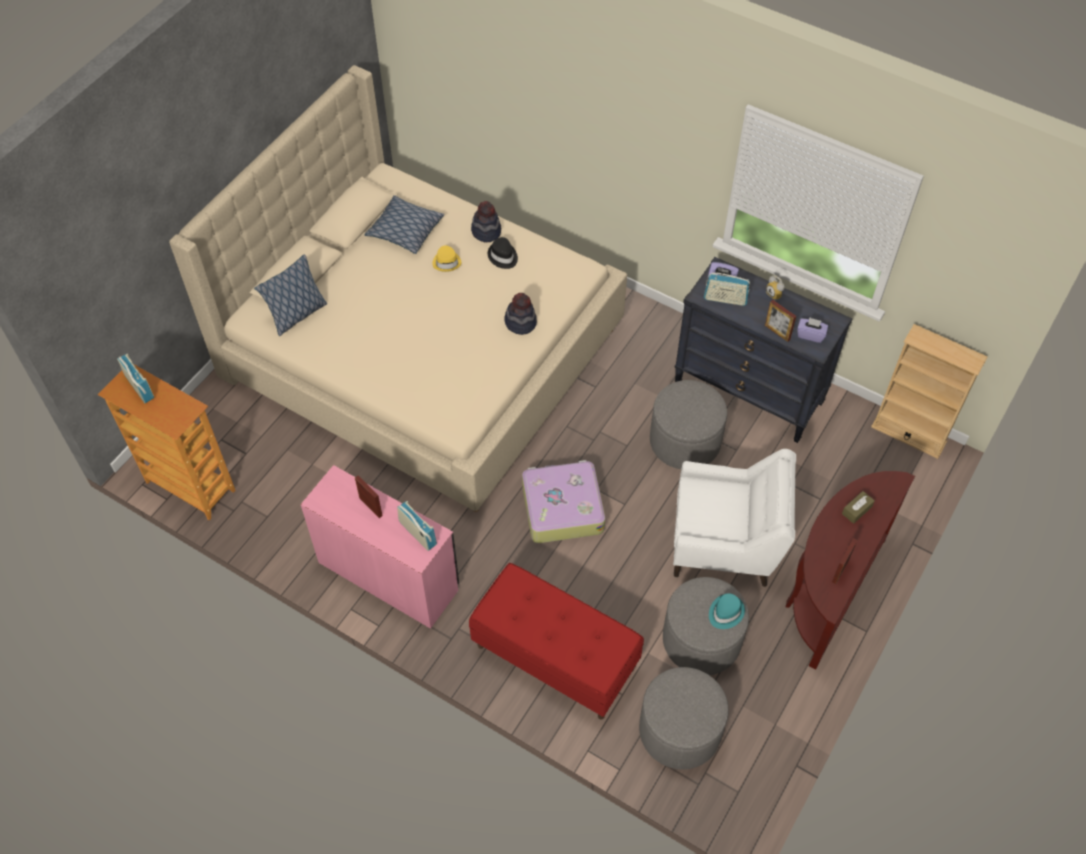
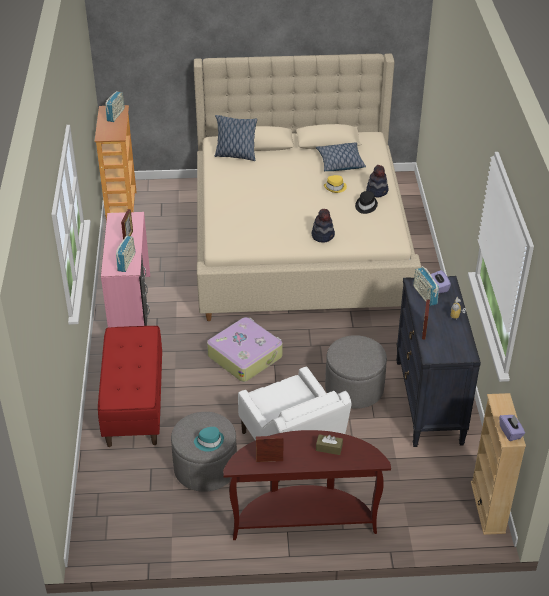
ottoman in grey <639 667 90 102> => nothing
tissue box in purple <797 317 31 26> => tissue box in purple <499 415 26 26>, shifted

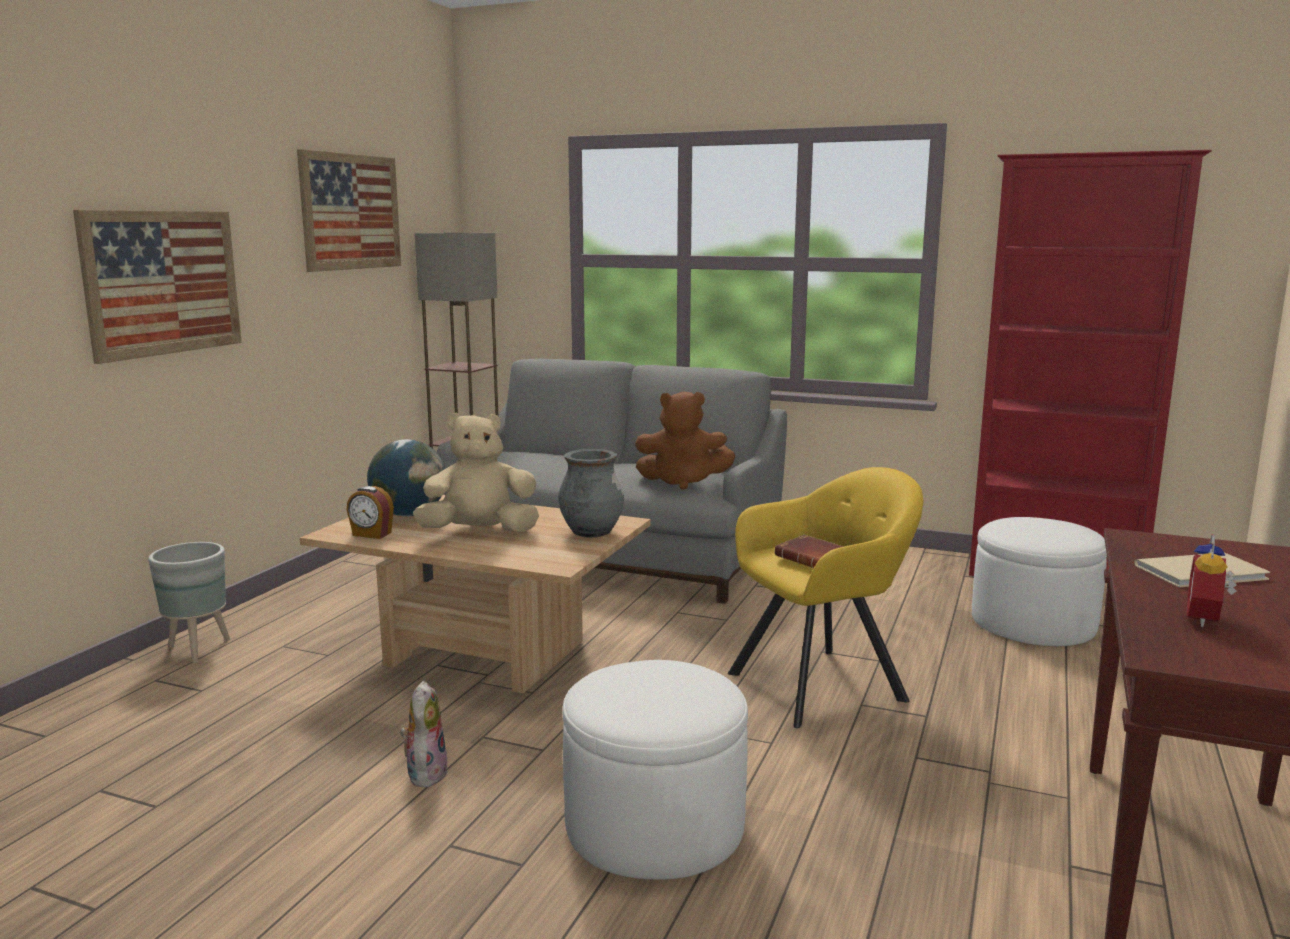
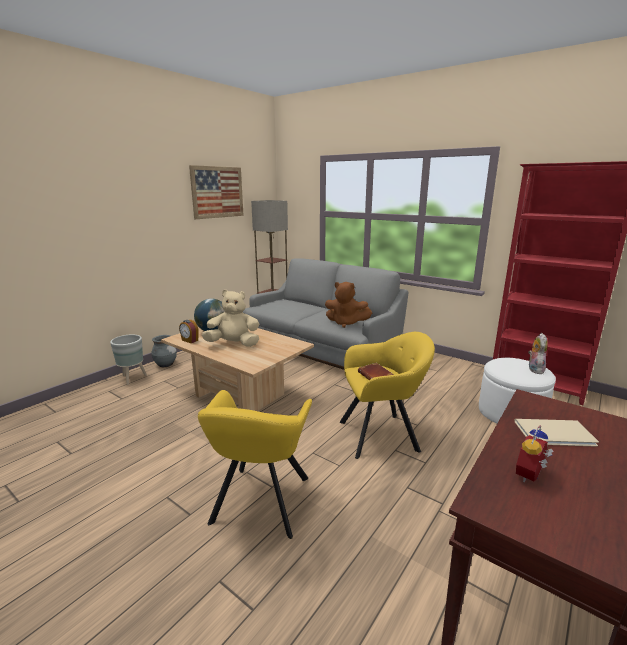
picture <73 210 169 154> => nothing
plush toy <400 681 48 107> => plush toy <528 333 20 41>, shifted
vase in grey <558 449 66 89> => vase in grey <151 335 26 32>, shifted
ottoman in white <562 660 186 220> => armchair in yellow <198 390 114 149>

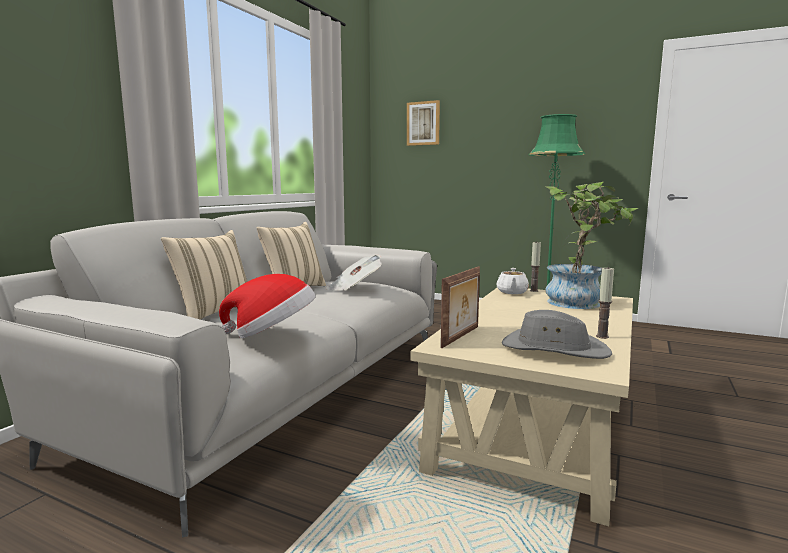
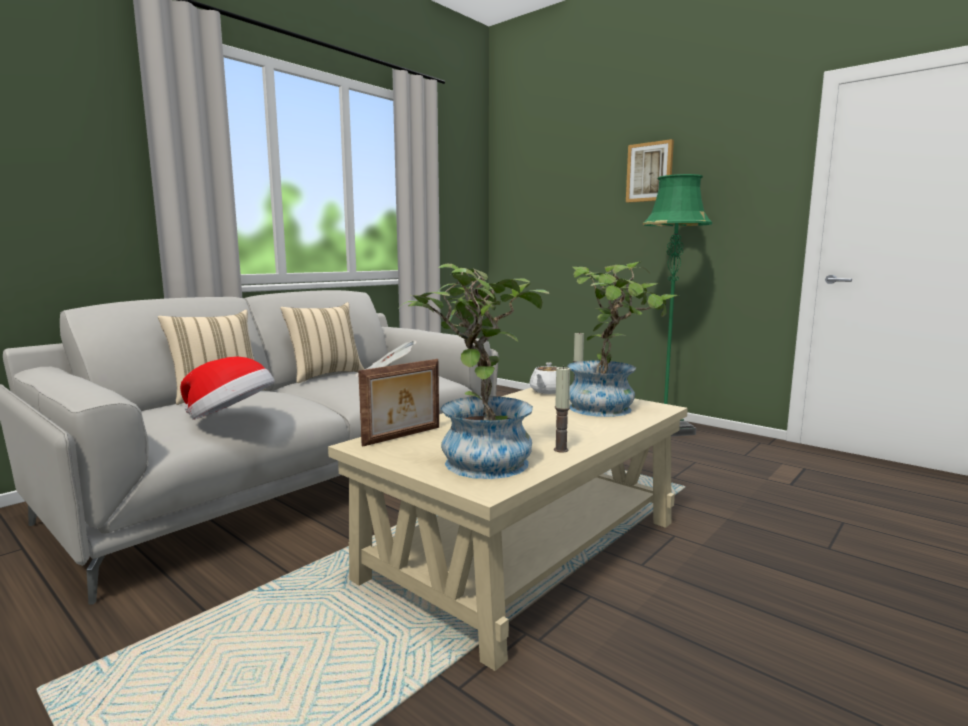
picture <407 100 33 46> => picture <626 139 48 64>, shifted
hat in grey <502 310 110 49> => potted plant <397 263 152 216>

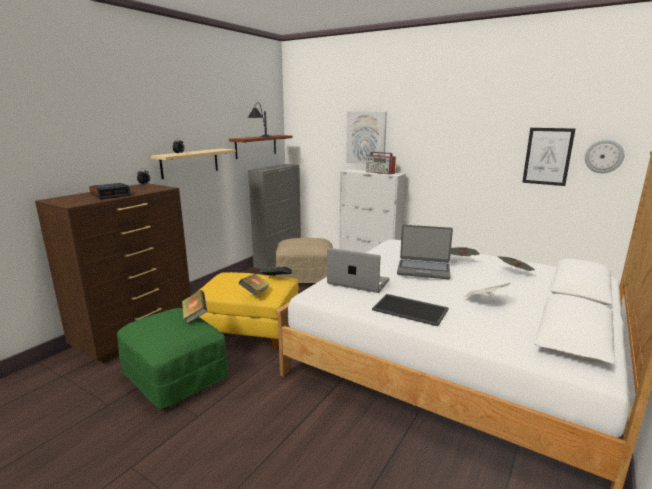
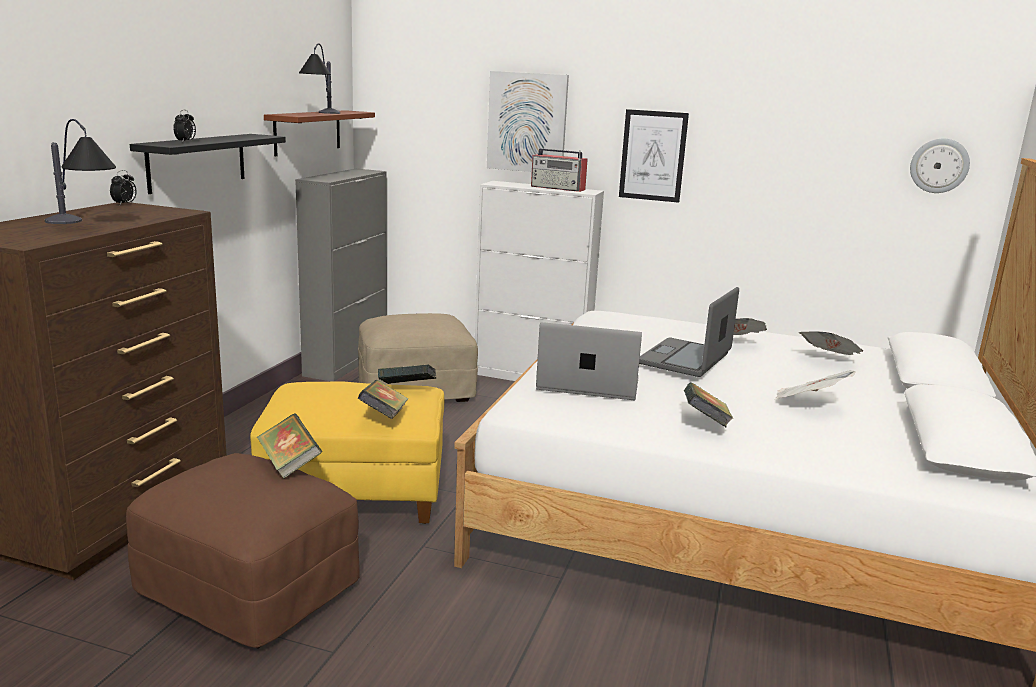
alarm clock <89 183 42 17> => table lamp <45 119 71 105>
ottoman in green <117 308 111 101> => ottoman in brown <126 453 234 196>
shelf in beige <151 148 85 31> => shelf in black <130 134 156 60>
tray <372 294 77 32> => book <684 382 49 45>
laptop <397 225 56 54> => laptop <639 287 100 90>, 120 degrees clockwise
picture <522 128 53 58> => picture <619 109 70 94>, shifted

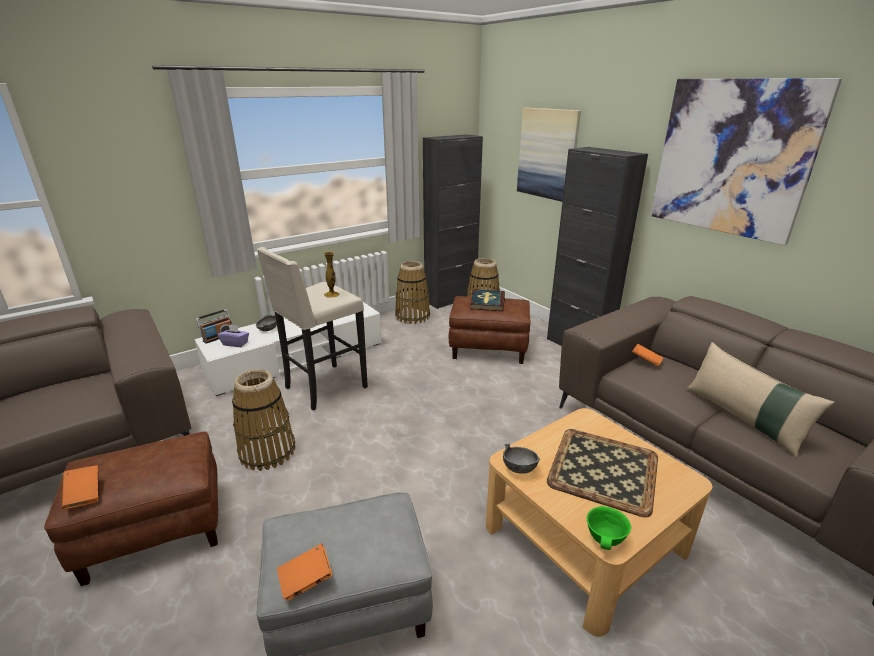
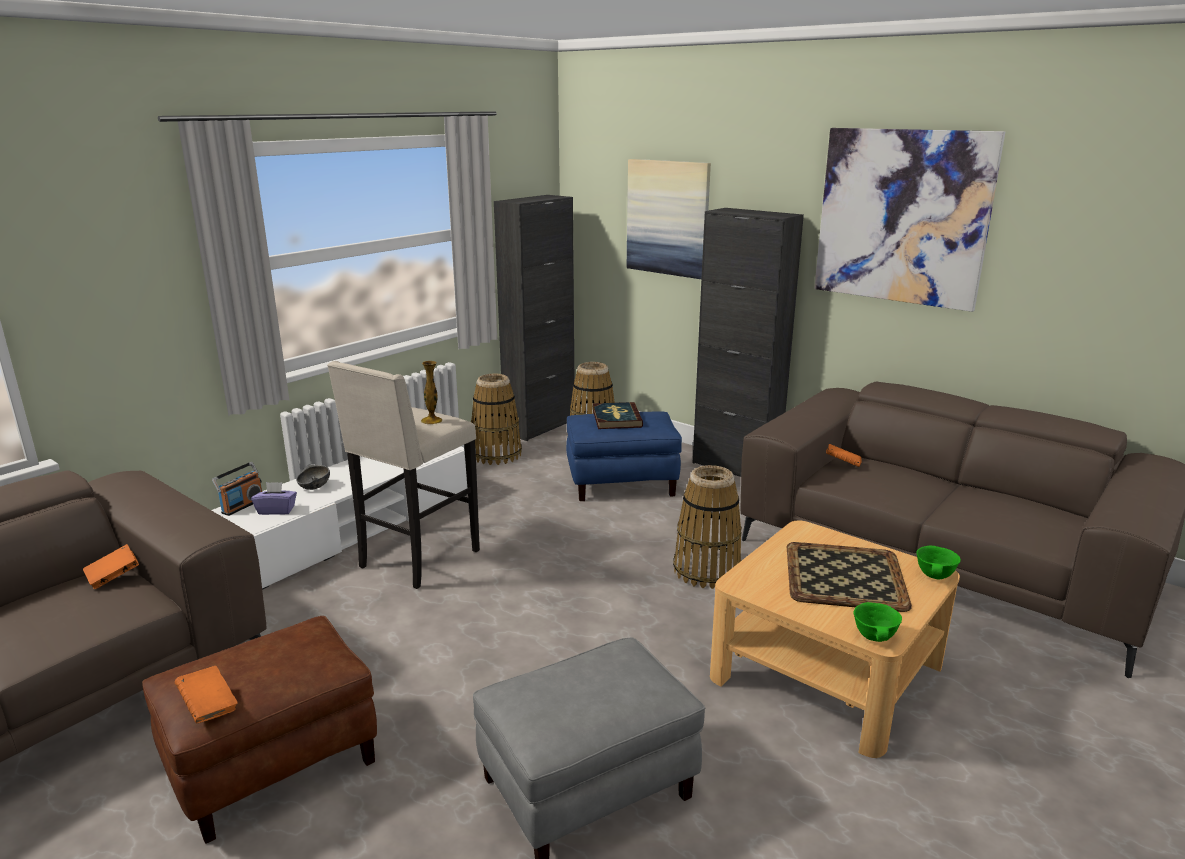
basket <232 369 63 102> => basket <673 465 69 124>, shifted
book in orange <277 544 55 57> => book in orange <83 544 56 45>, shifted
ottoman in brown <449 296 82 68> => ottoman in blue <566 411 116 90>
bowl in grey <503 443 37 31> => nothing
pillow in beige <686 342 149 116> => nothing
nothing => bowl in green <916 546 45 34>

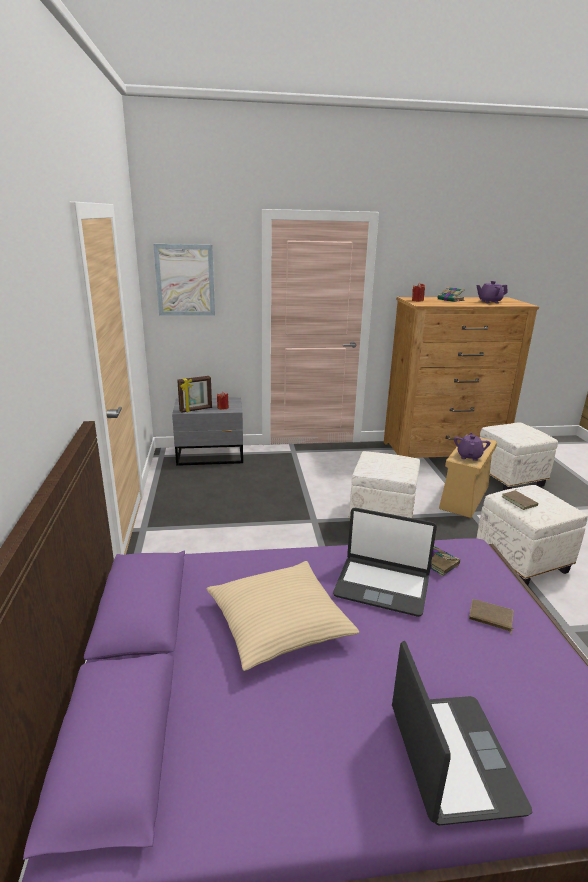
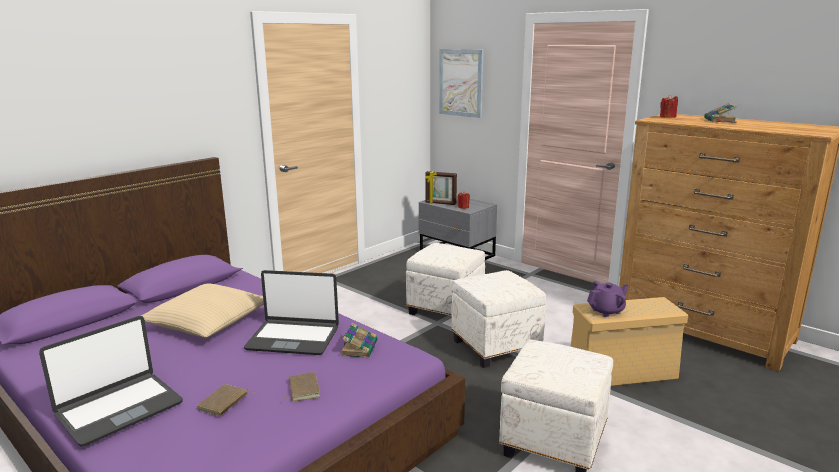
laptop <333 508 104 109> => laptop <244 270 95 85>, 60 degrees counterclockwise
teapot in purple <476 281 32 22> => nothing
ottoman in white <480 422 78 68> => ottoman in white <406 243 79 73>, shifted
book in brown <501 489 38 21> => book in brown <197 384 57 32>, shifted

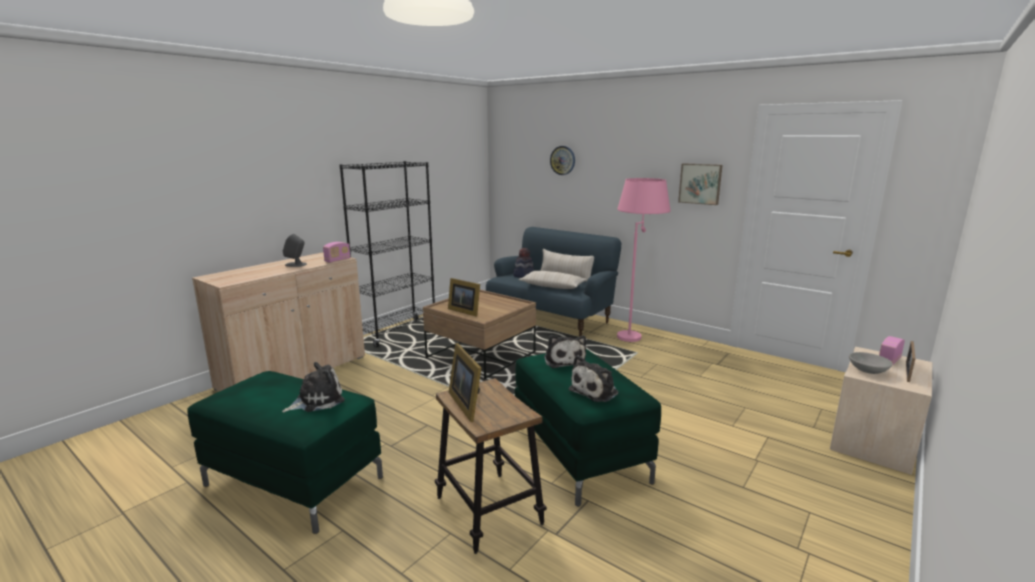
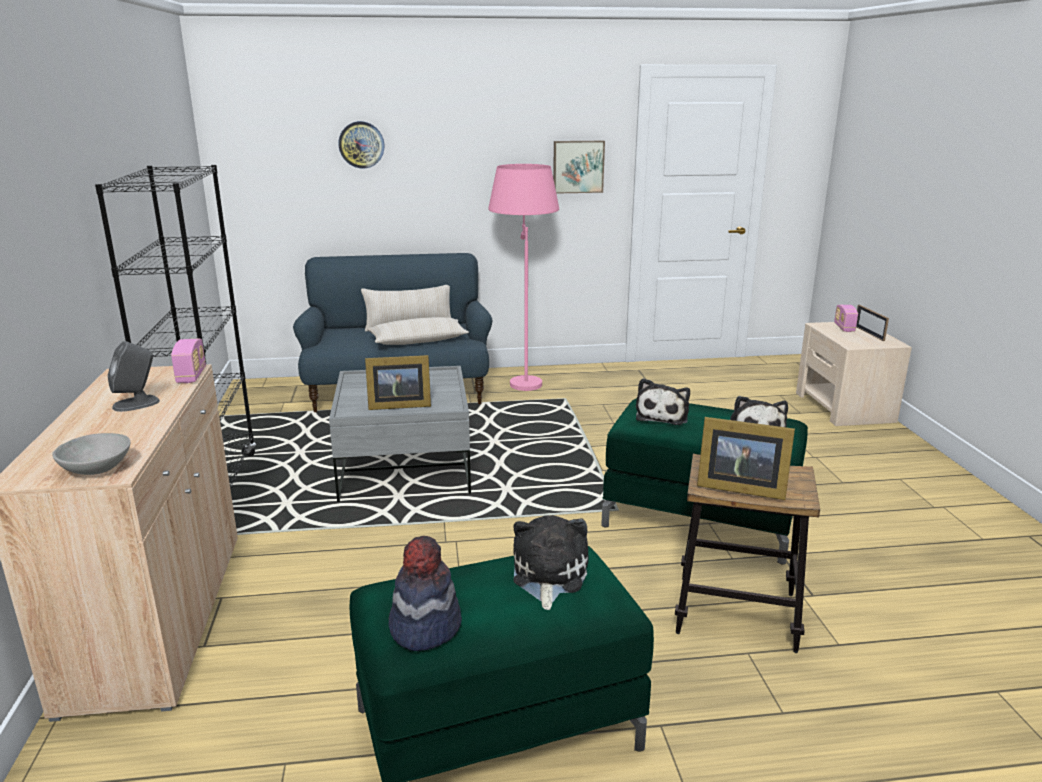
coffee table in brown <423 290 113 89> => coffee table in grey <329 366 142 136>
hat <513 248 21 30> => hat <389 536 73 115>, shifted
plush toy <544 335 42 33> => plush toy <636 378 54 47>, 75 degrees clockwise
bowl in grey <849 352 43 22> => bowl in grey <52 433 79 42>, shifted

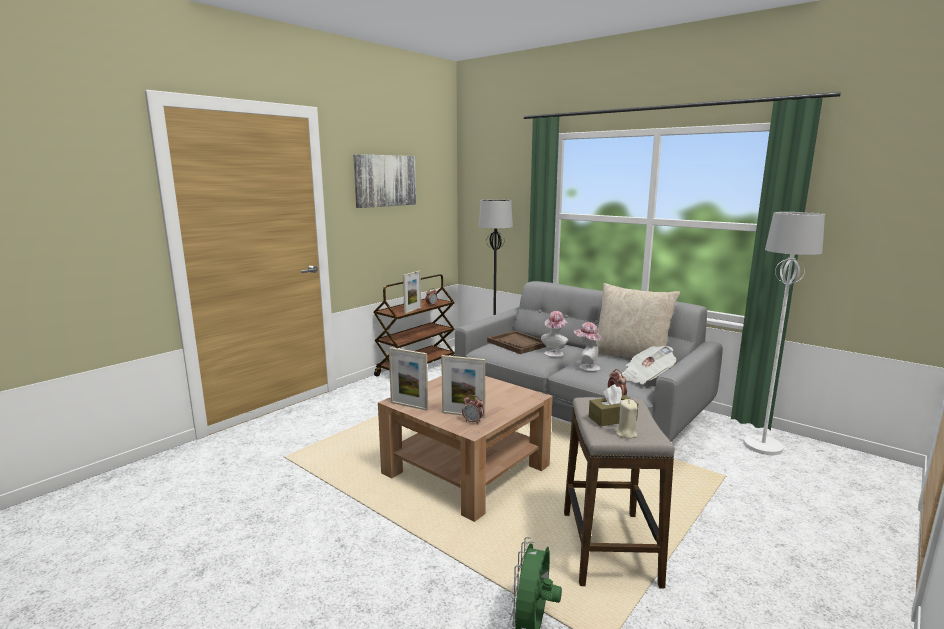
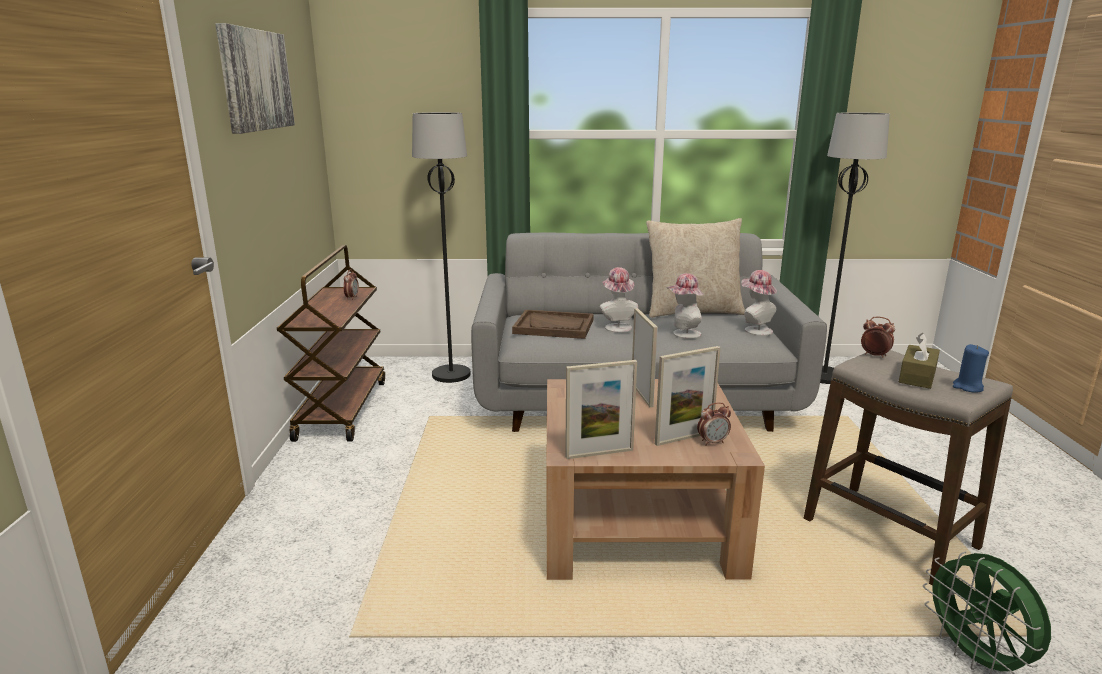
picture frame <403 271 18 43> => picture frame <632 308 26 99>, shifted
candle in beige <615 399 23 40> => candle in blue <953 344 36 49>
newspaper <619 346 57 38> => hat <741 270 36 66>
floor lamp in white <743 212 82 243> => floor lamp in black <820 112 70 272>

